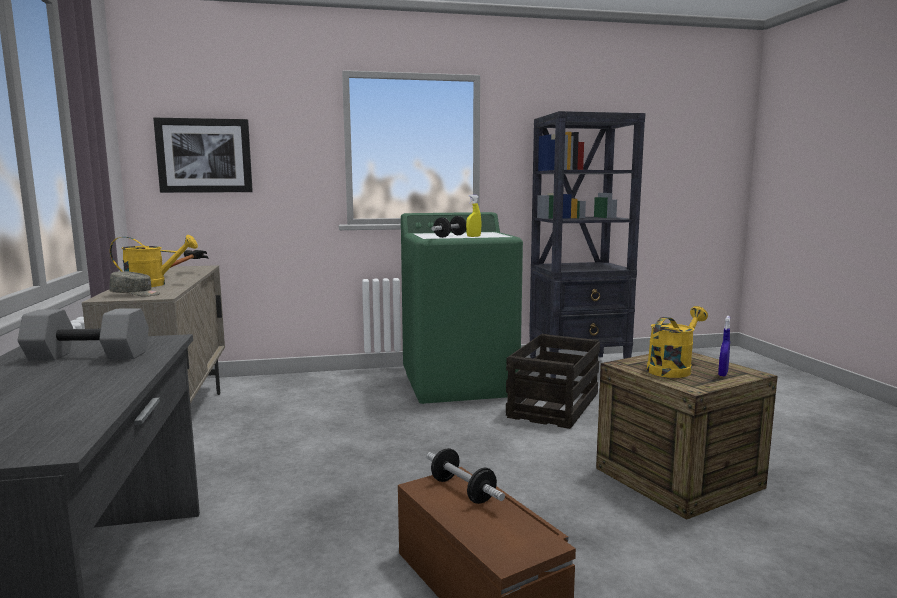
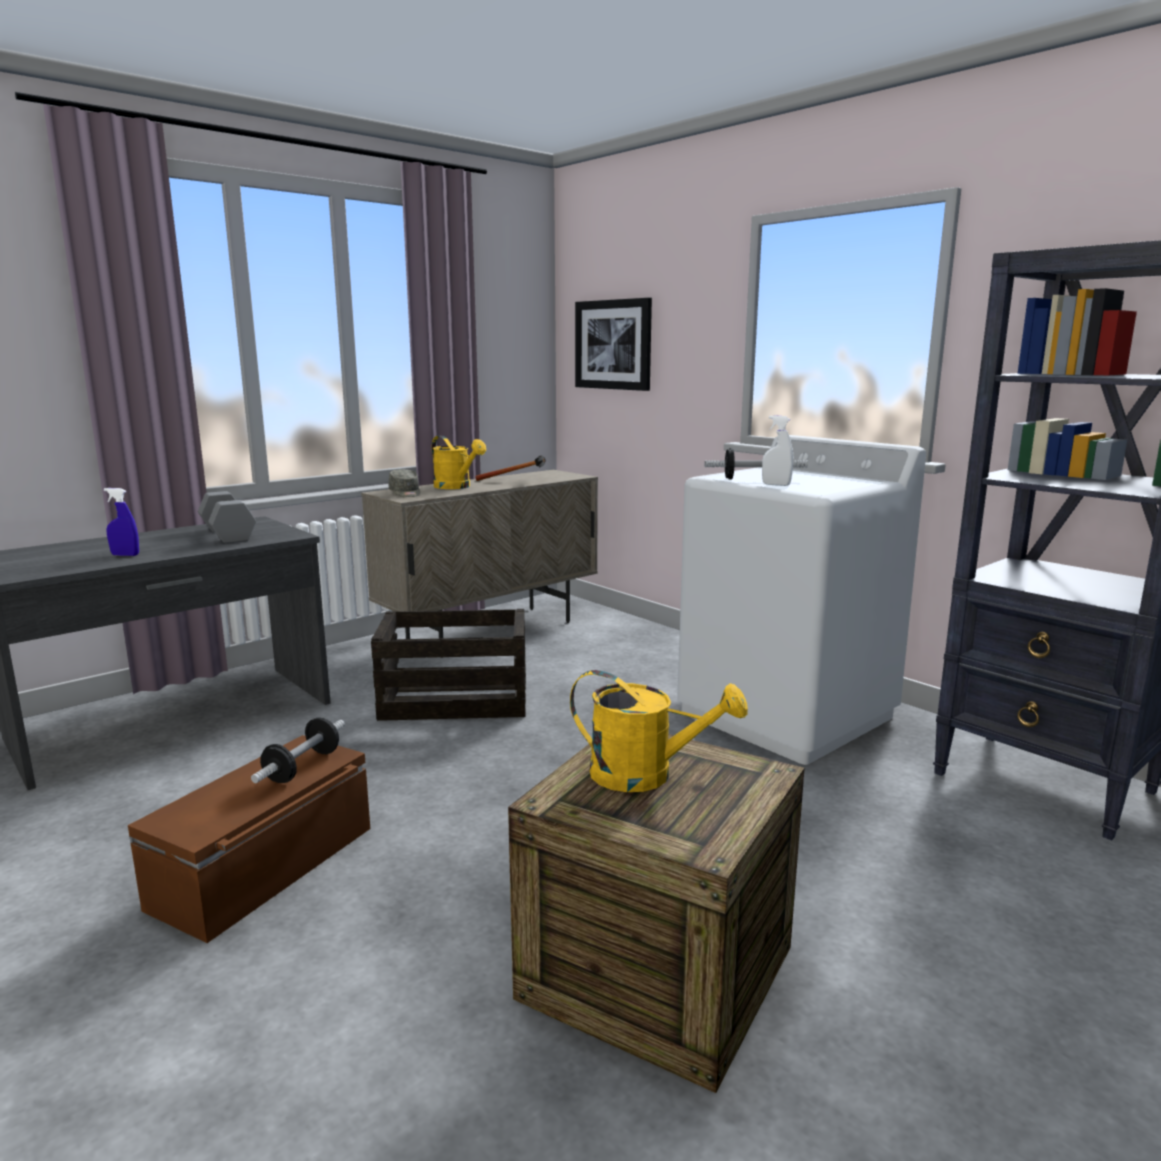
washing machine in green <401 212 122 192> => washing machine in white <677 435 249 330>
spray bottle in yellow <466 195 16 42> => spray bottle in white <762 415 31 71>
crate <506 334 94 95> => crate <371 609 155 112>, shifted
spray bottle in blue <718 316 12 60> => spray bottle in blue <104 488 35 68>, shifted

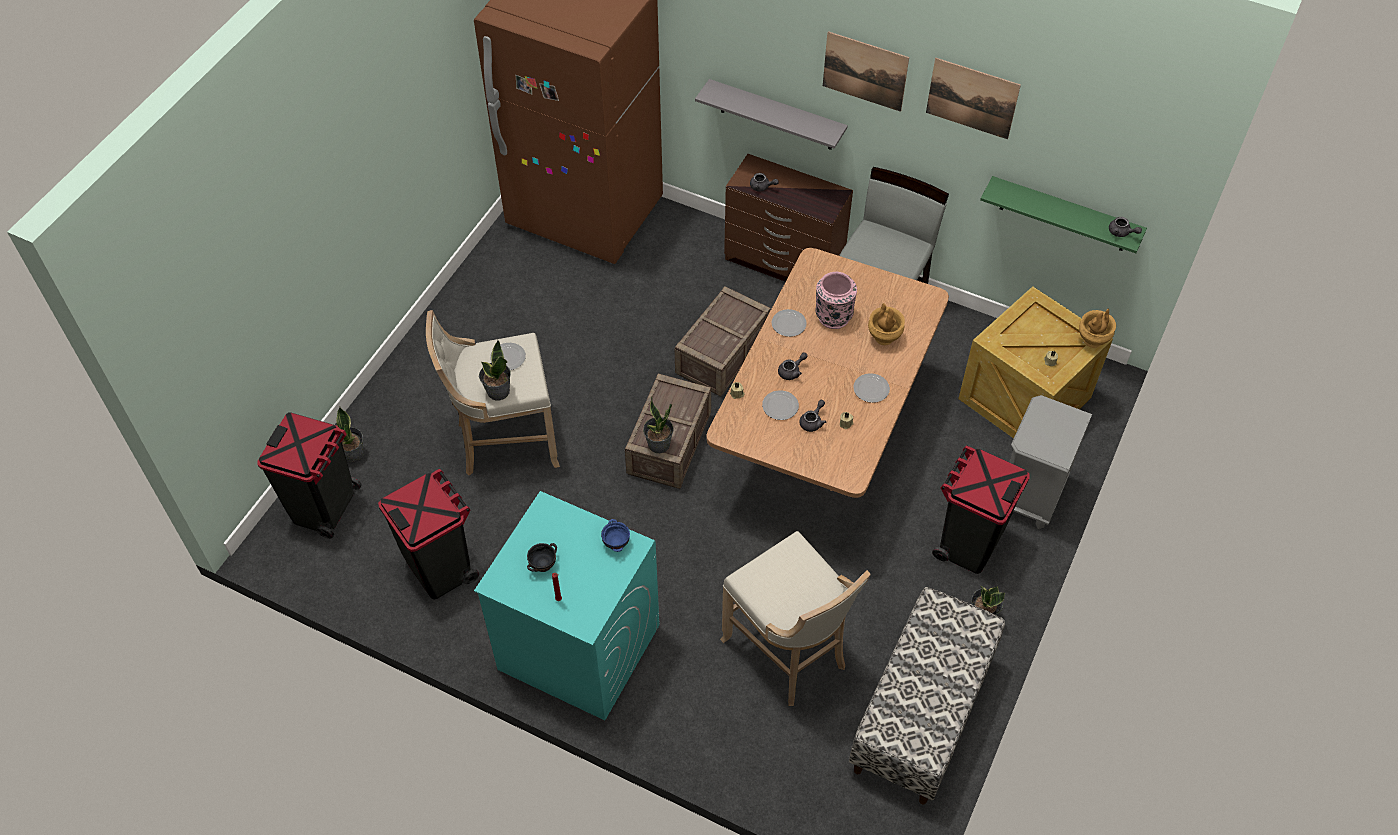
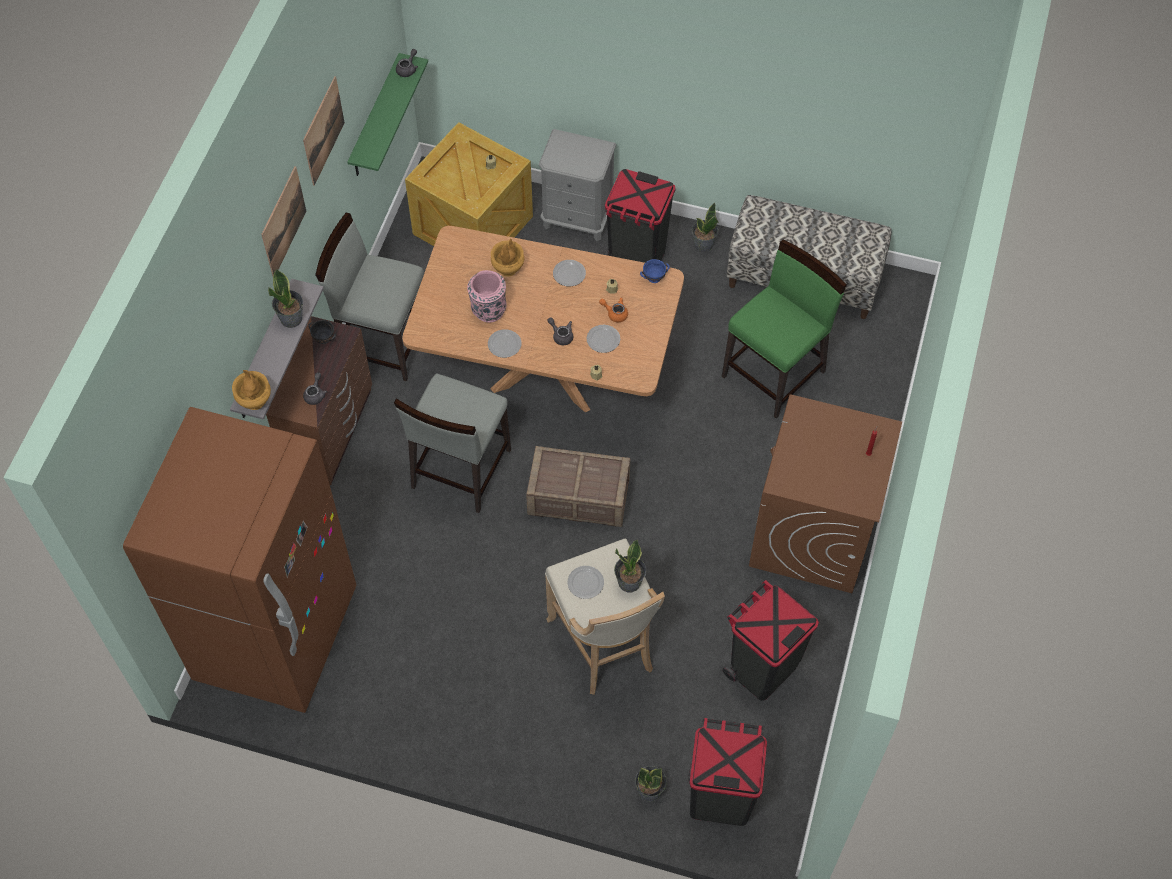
washing machine in turquoise <474 491 185 229> => washing machine in brown <749 394 153 199>
bowl in black <527 543 30 29> => bowl in black <308 320 28 24>, shifted
bowl in blue <601 519 29 33> => bowl in blue <640 259 30 24>, shifted
potted plant <643 397 31 56> => potted plant <268 269 35 59>, shifted
crate <675 286 96 110> => chair in grey <394 373 117 140>
stool in beige <720 531 151 175> => chair in green <722 239 125 180>
teapot in grey <799 400 28 32> => teapot in orange <599 297 29 25>
vase in brown <1079 308 37 40> => vase in brown <232 370 39 40>, shifted

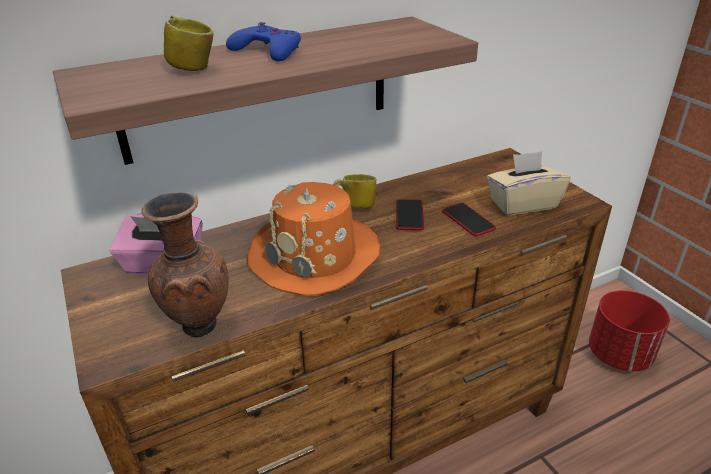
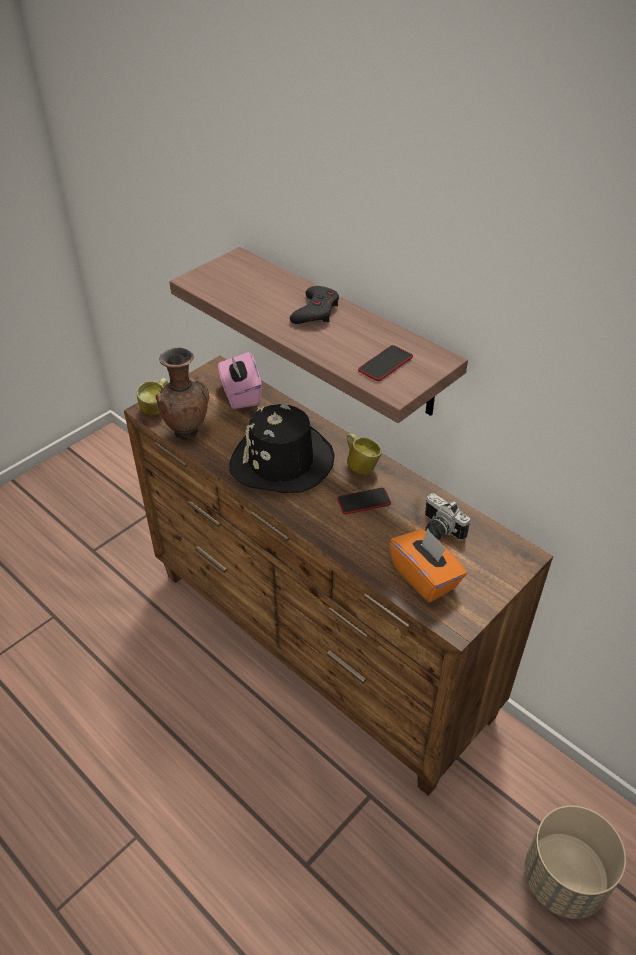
mug <164 15 49 56> => mug <137 378 31 37>, shifted
game controller in blue <226 22 75 39> => game controller in black <290 286 49 38>
hat in orange <247 182 133 114> => hat in black <229 404 106 89>
phone <442 203 54 33> => phone <358 345 55 36>, shifted
tissue box in beige <487 151 84 65> => tissue box in orange <389 528 78 74>
planter in red <589 290 81 82> => planter in beige <525 806 101 113>
nothing => photo camera <425 493 45 48>

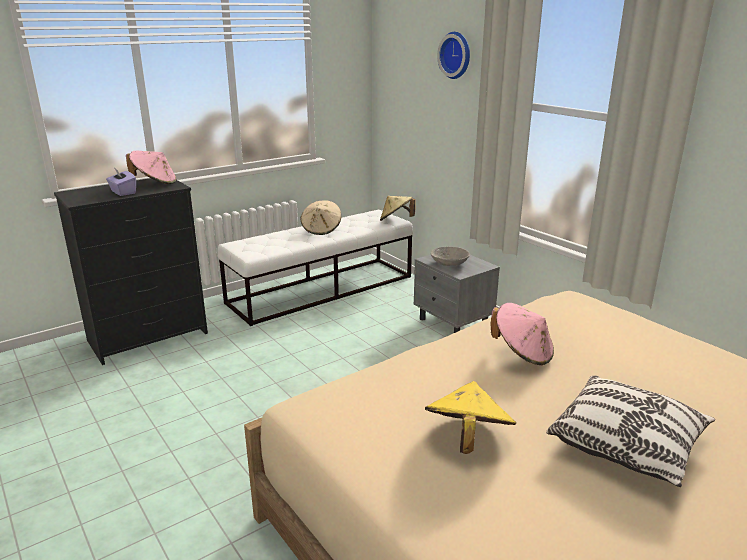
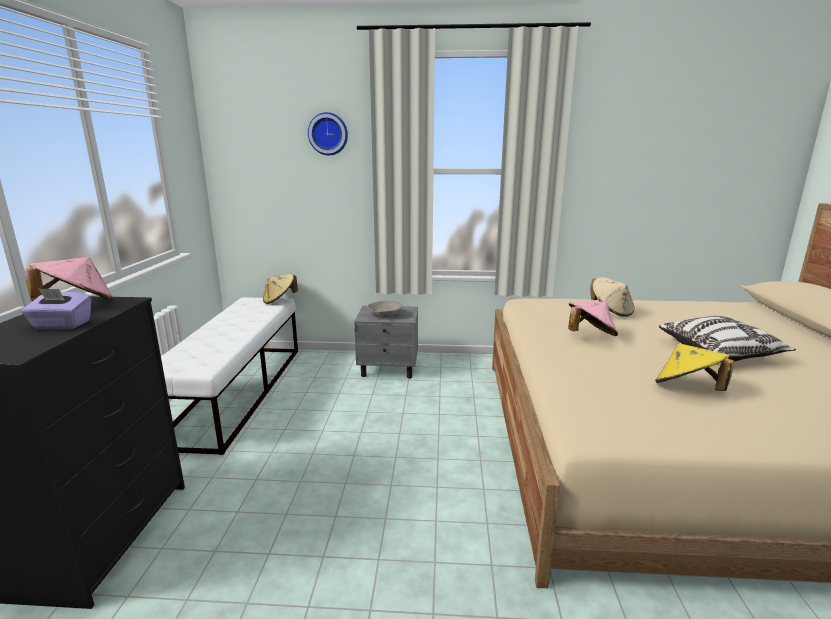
hat in beige <301 200 40 35> => hat in beige <590 277 45 40>, shifted

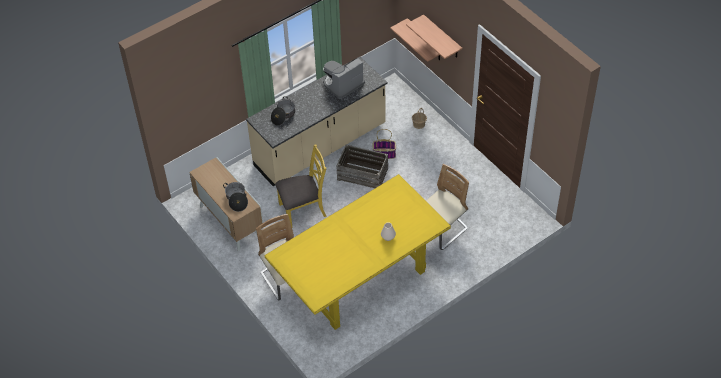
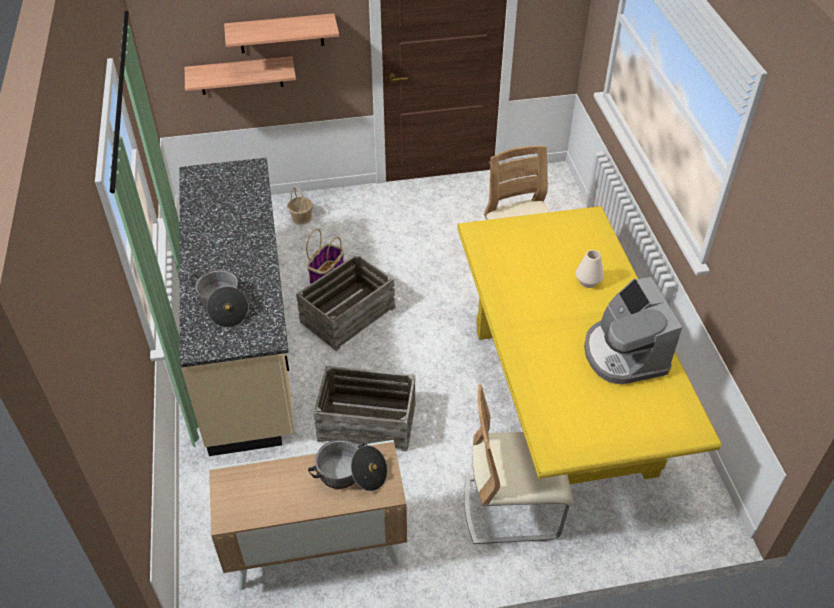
chair in yellow <276 145 51 82> => crate <313 366 103 86>
coffee machine <323 58 42 41> => coffee machine <584 277 98 107>, shifted

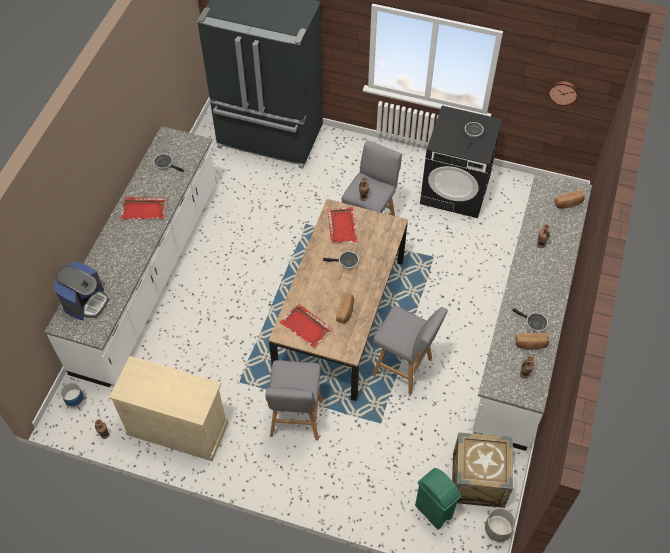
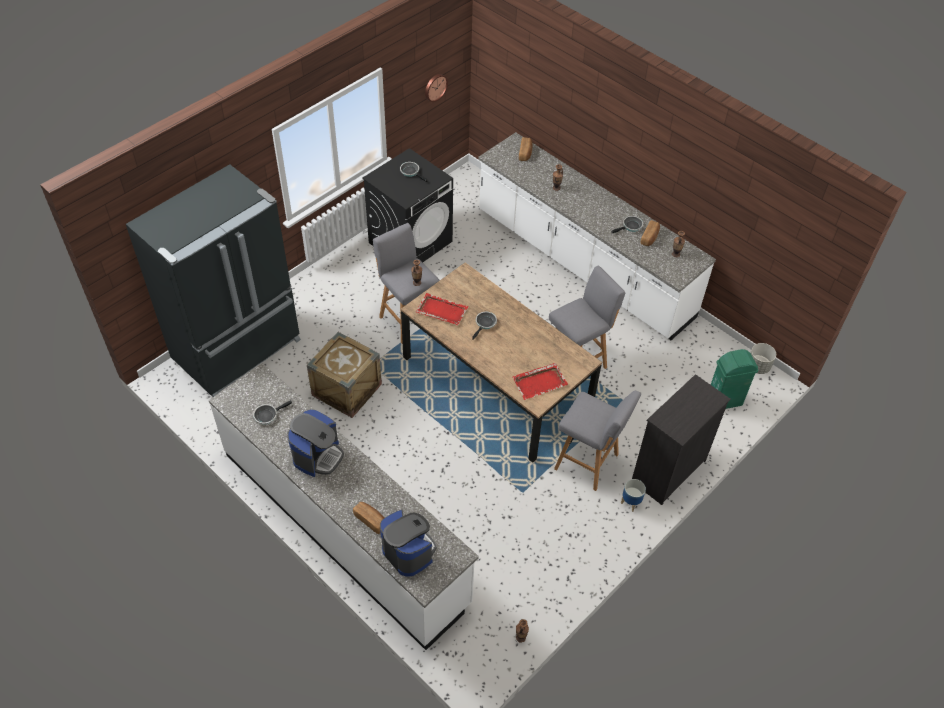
planter <60 382 25 29> => planter <621 479 25 33>, shifted
cabinet in beige <109 356 119 105> => nothing
tray in red <120 197 47 22> => coffee machine <288 409 56 68>
bread <336 293 18 30> => bread <353 502 31 32>, shifted
crate <452 432 61 76> => crate <307 332 75 86>, shifted
nothing => dresser in black <632 374 98 131>

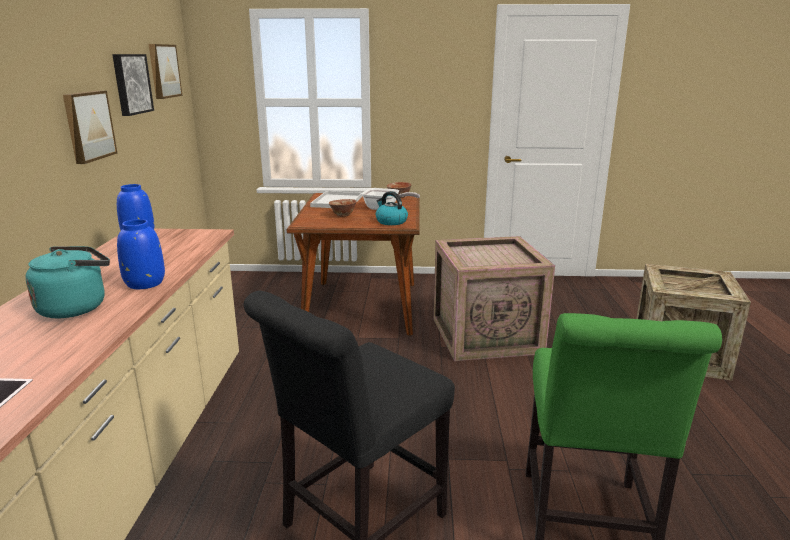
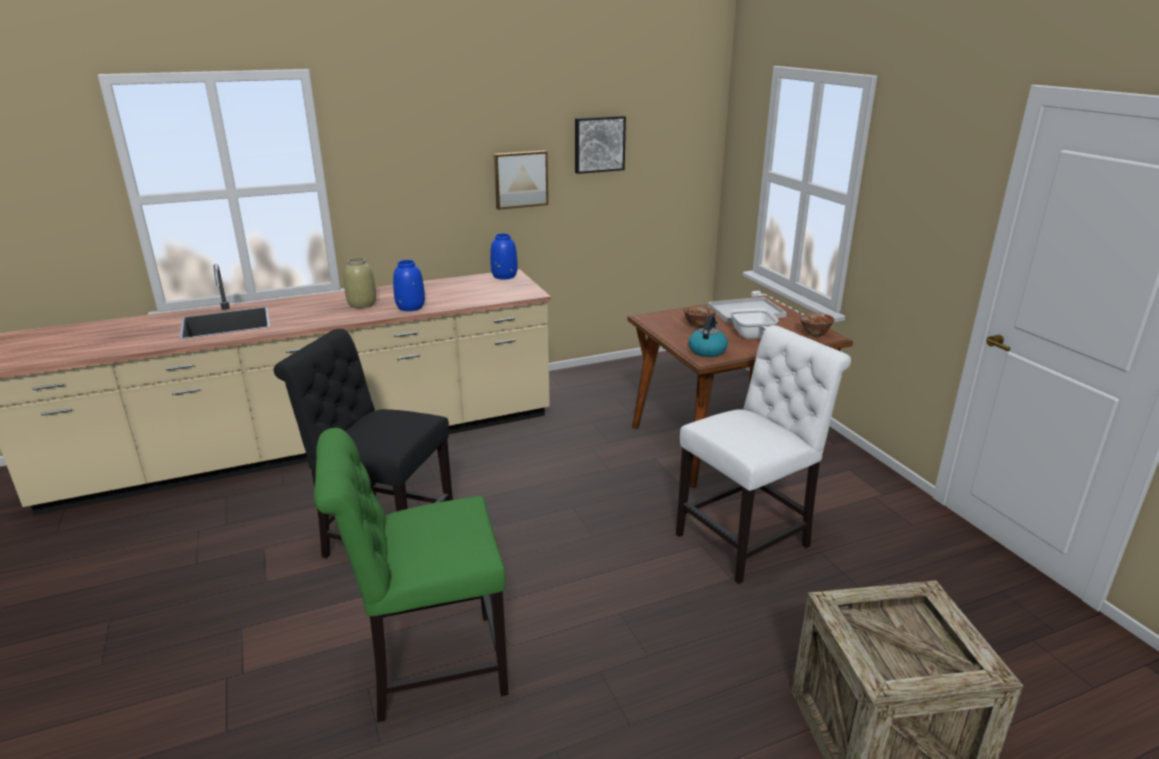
kettle in turquoise <25 246 85 72> => vase in beige <344 257 32 51>
picture <149 44 33 55> => nothing
crate <434 236 121 125> => chair in white <676 325 175 259>

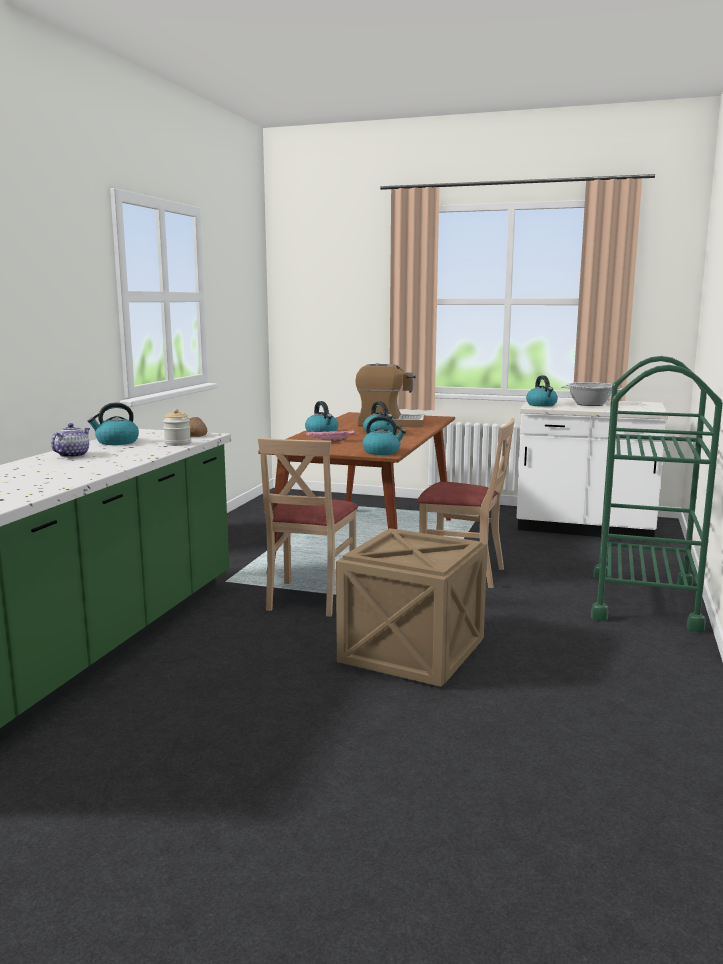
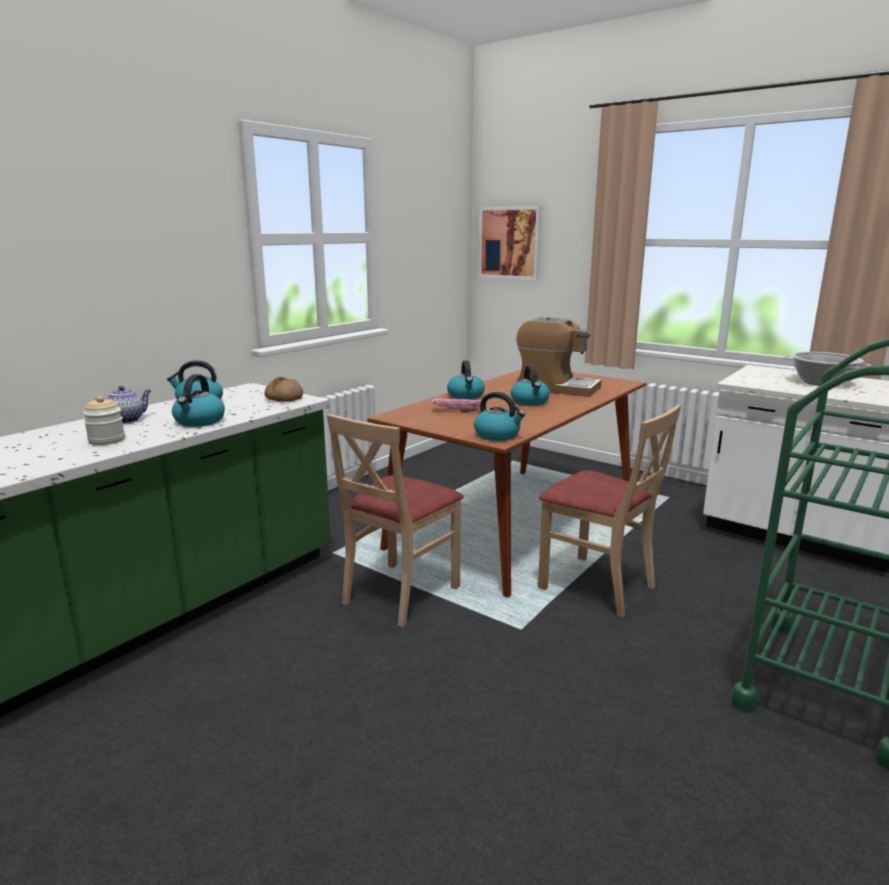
jar <163 409 28 37> => jar <83 396 42 49>, shifted
crate <336 528 151 159> => nothing
kettle <526 376 32 31> => kettle <172 374 53 53>, shifted
nothing => picture <479 206 63 74>

